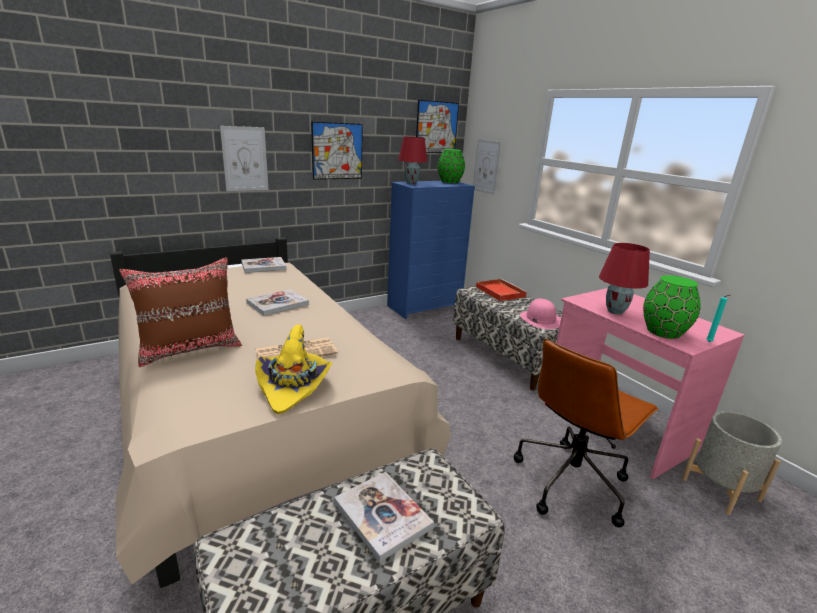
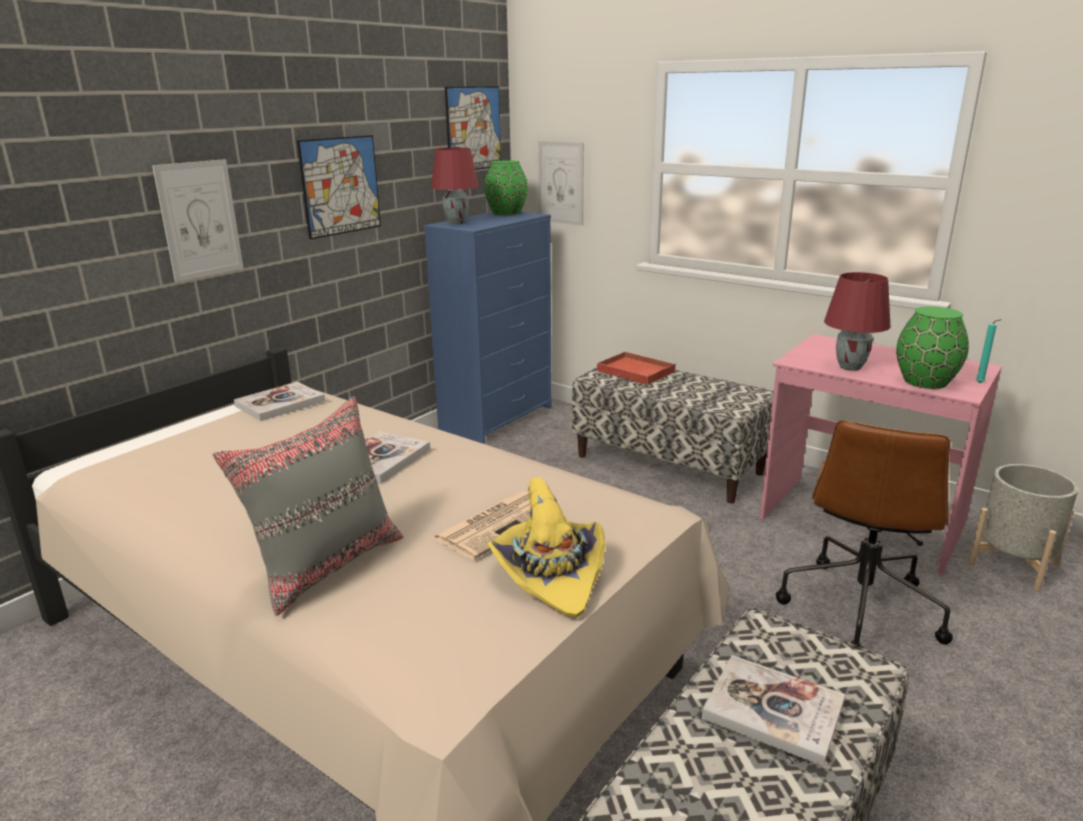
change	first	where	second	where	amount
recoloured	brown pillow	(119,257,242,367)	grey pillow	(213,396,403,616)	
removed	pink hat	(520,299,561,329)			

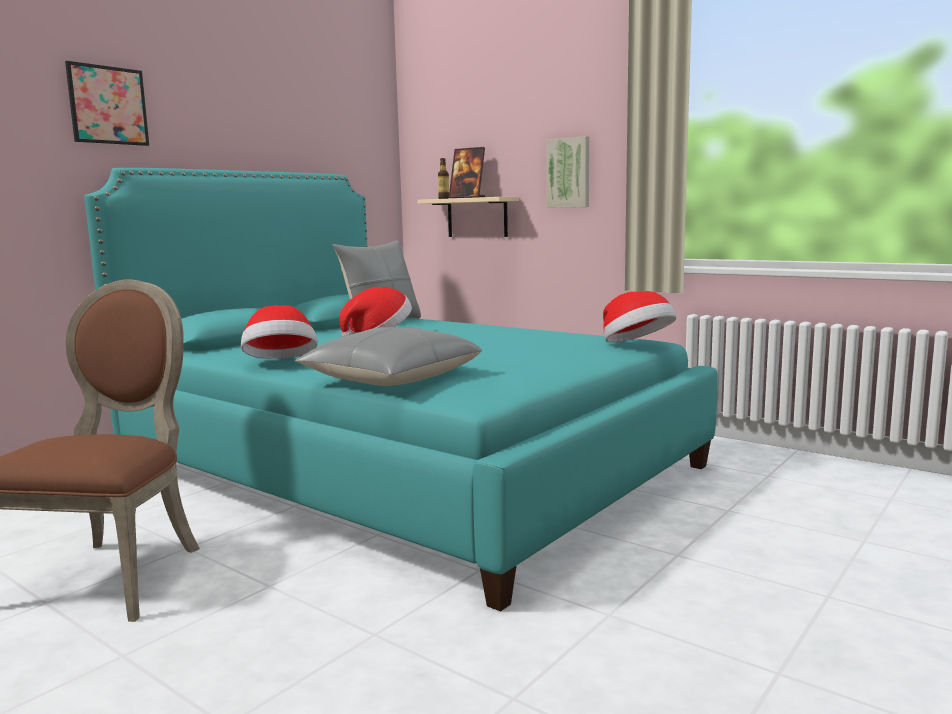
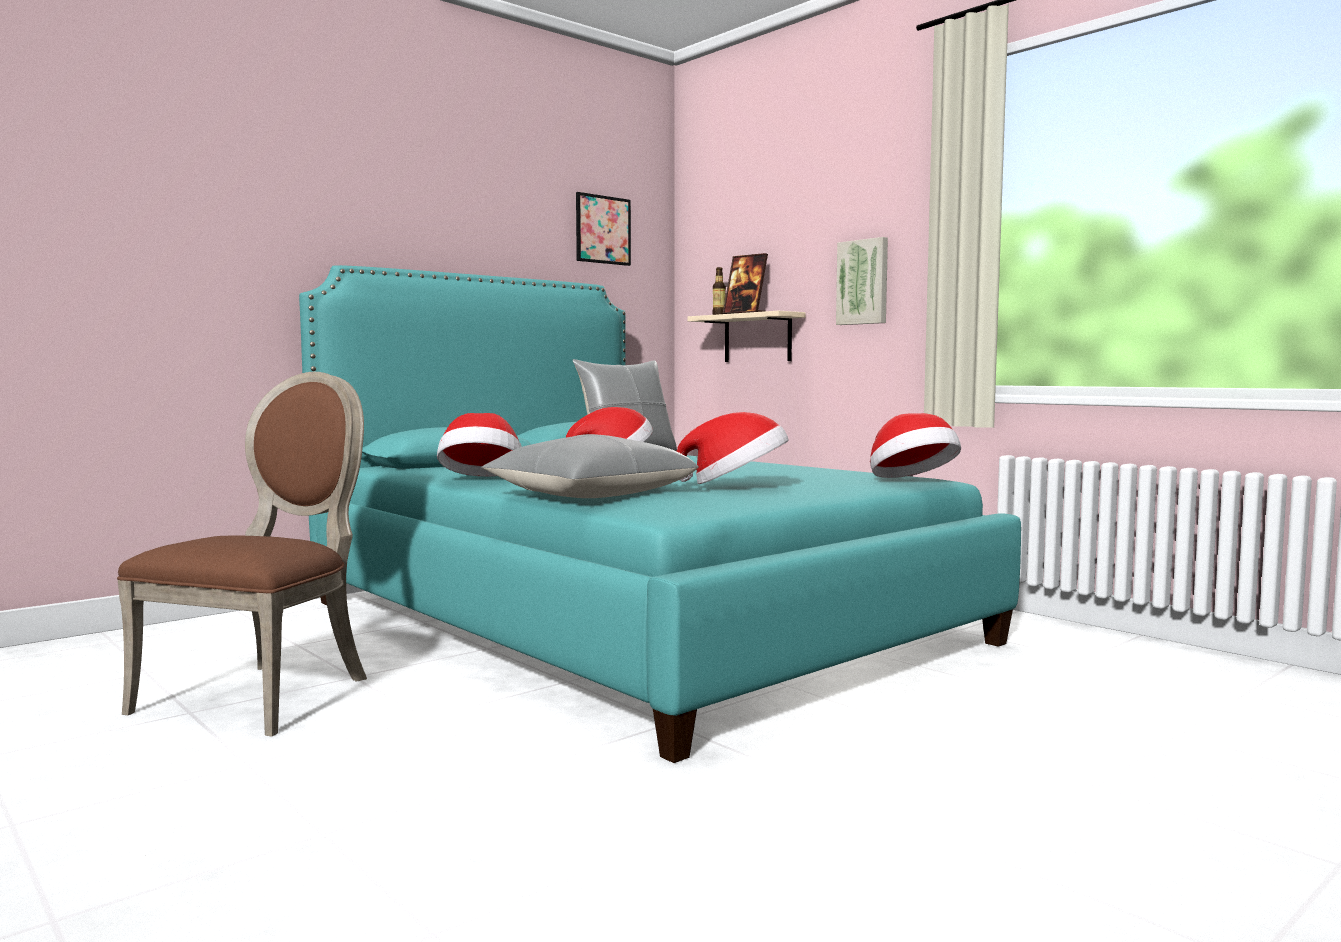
change	first	where	second	where	amount
moved	picture	(65,61,149,146)		(576,192,631,266)	
added			hat	(677,412,789,484)	

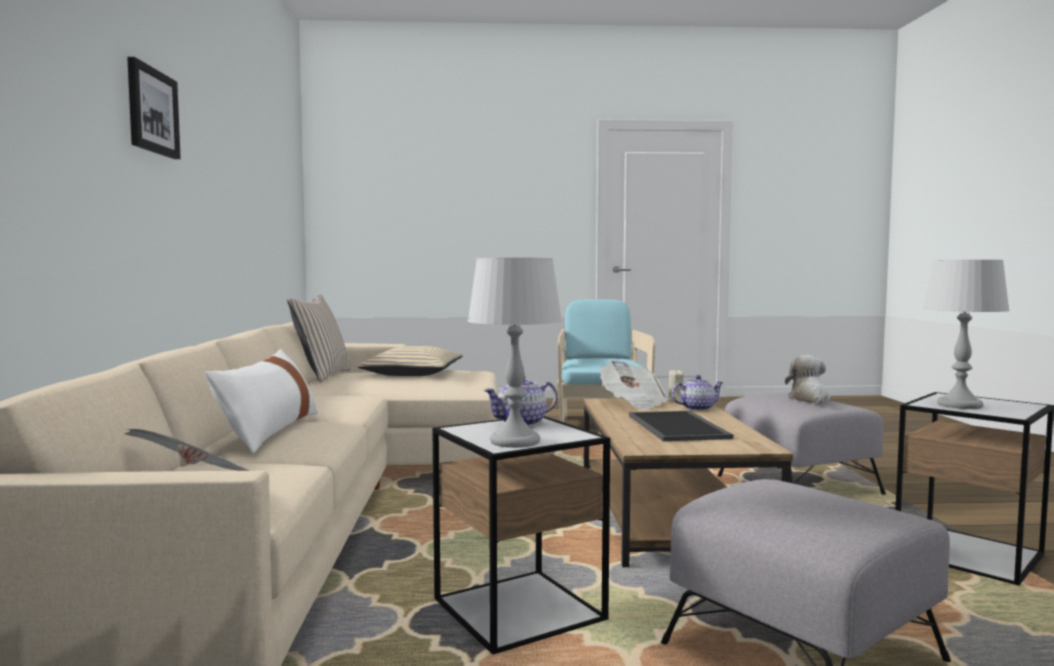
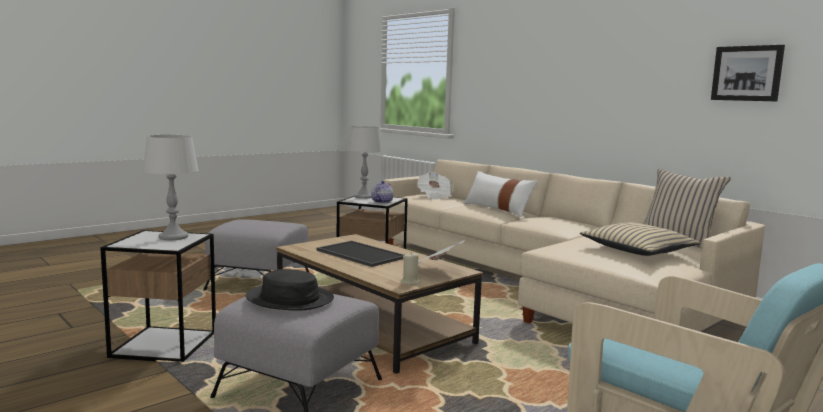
change	first	where	second	where	amount
moved	picture	(127,57,181,159)		(711,45,785,102)	
replaced	plush toy	(785,355,830,405)	black hat	(246,269,334,311)	
removed	teapot	(672,375,724,411)			

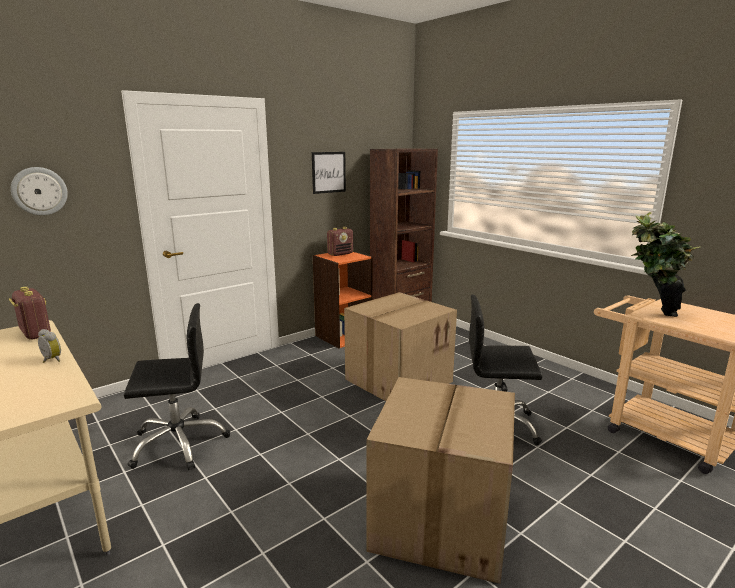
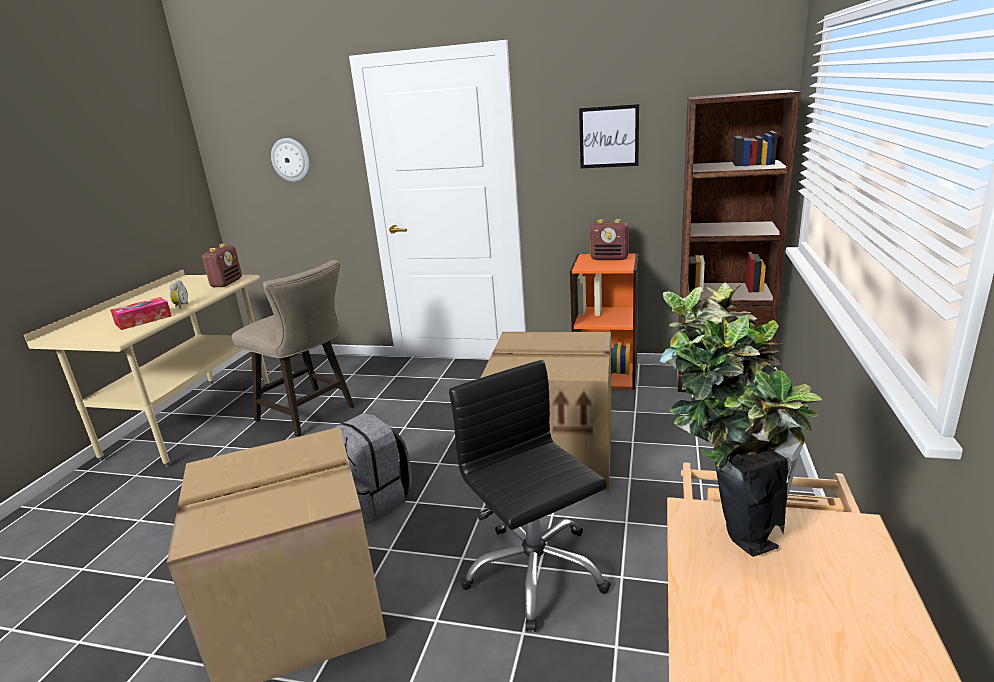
change	first	where	second	where	amount
replaced	black office chair	(124,303,230,470)	beige stool	(232,260,355,437)	
added			tissue box	(110,297,172,330)	
added			grey backpack	(332,413,412,522)	

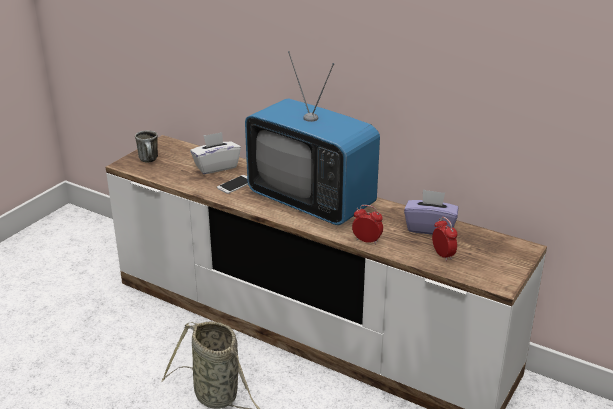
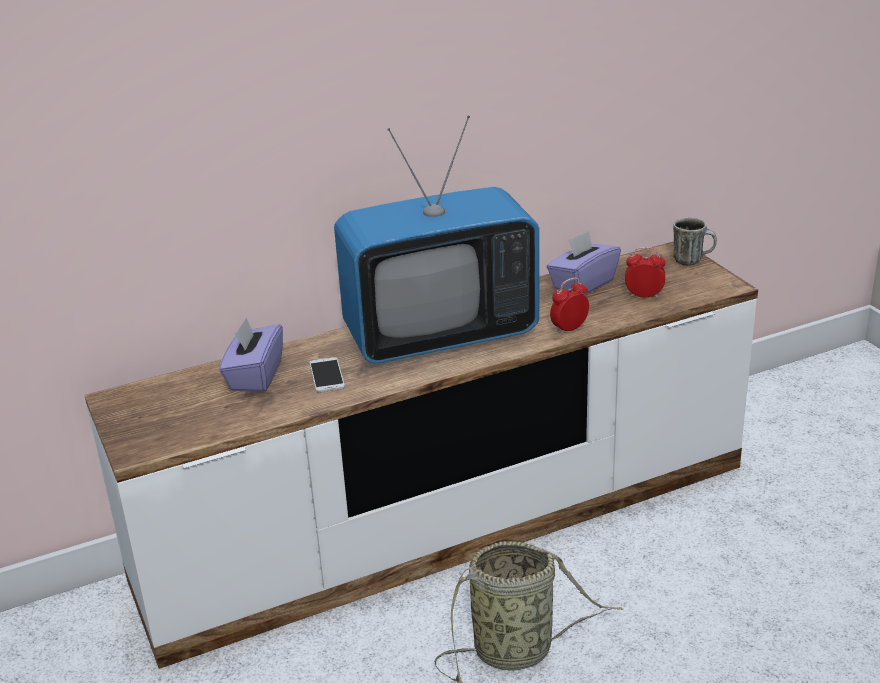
change	first	where	second	where	amount
moved	mug	(135,130,158,162)		(673,217,717,266)	
recoloured	white tissue box	(190,132,241,174)	purple tissue box	(219,318,283,392)	

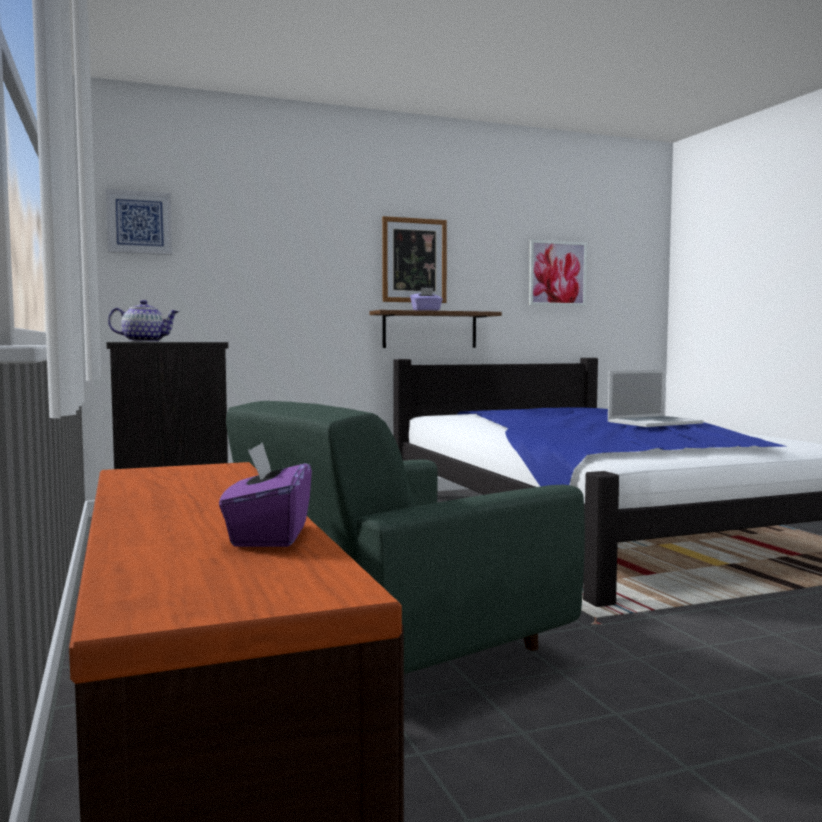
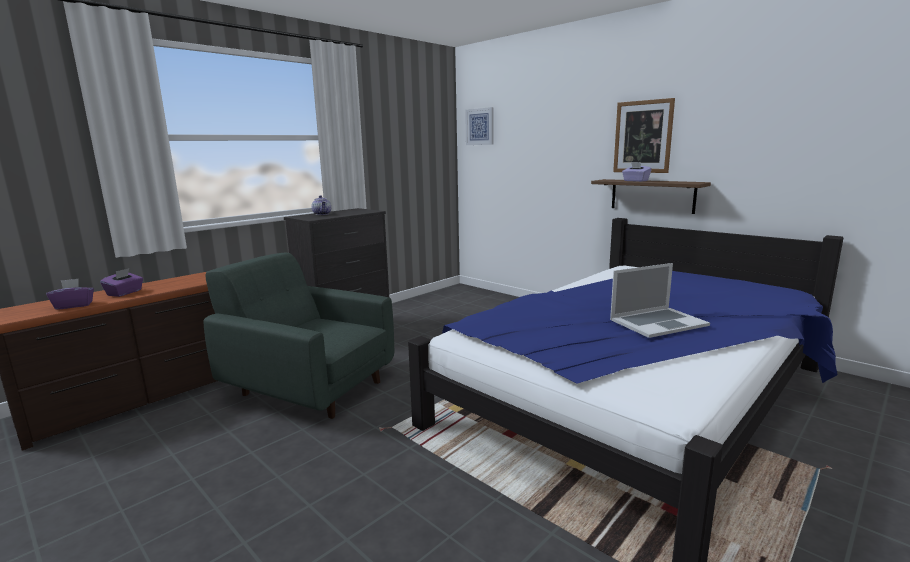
change	first	where	second	where	amount
removed	picture	(529,240,587,306)			
turned	laptop	(608,370,704,427)		(610,263,710,338)	60 degrees counterclockwise
added			purple tissue box	(100,268,143,297)	

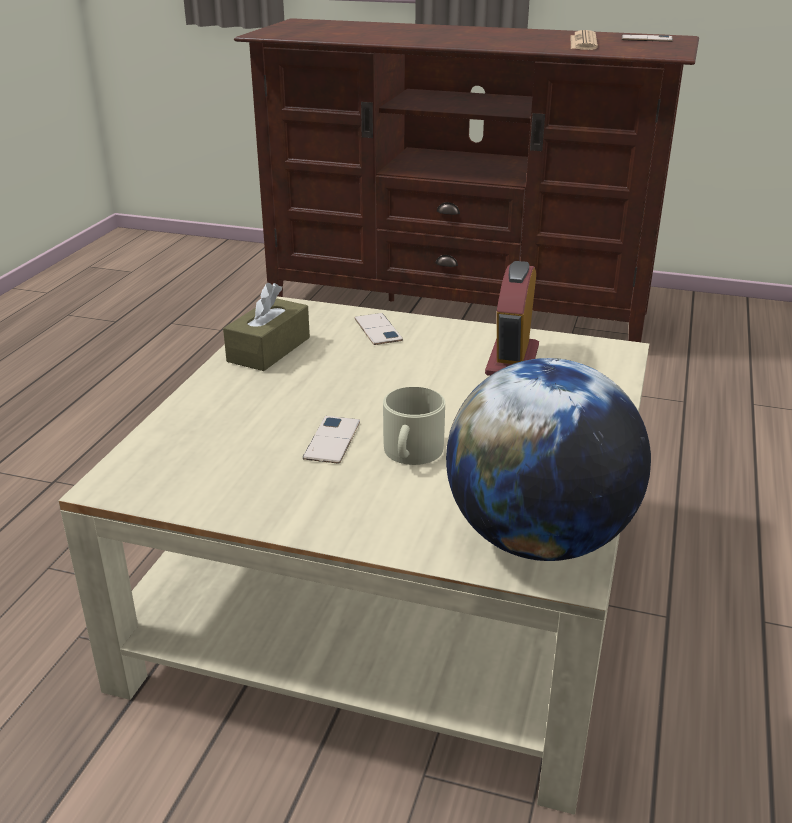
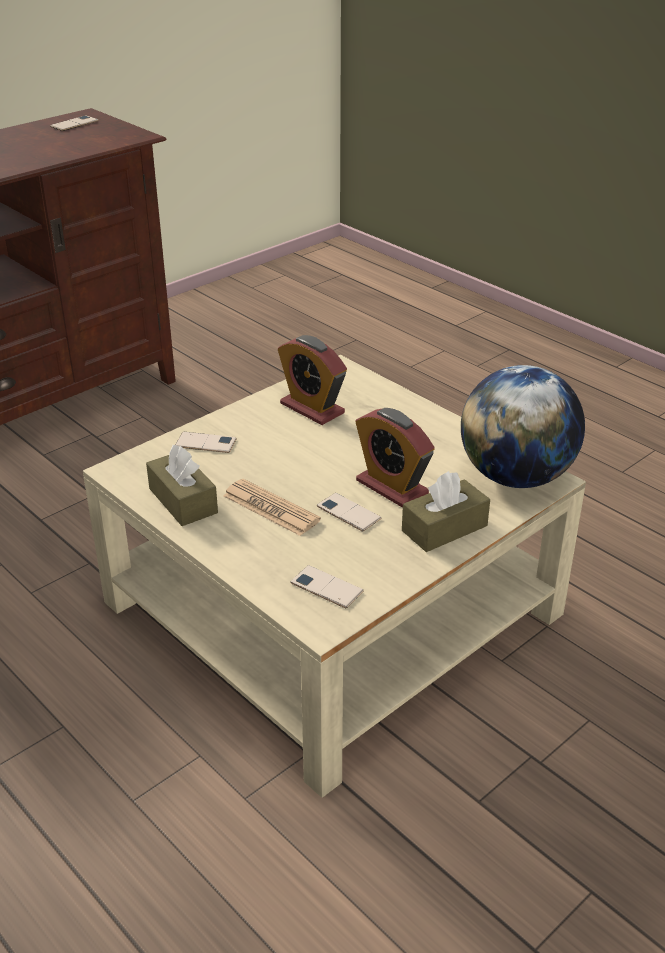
change	first	where	second	where	amount
moved	newspaper	(571,30,598,50)		(223,479,321,536)	
replaced	beige mug	(383,387,445,465)	alarm clock	(356,408,435,508)	
added			brown tissue box	(402,471,490,552)	
added			phone	(290,565,364,608)	

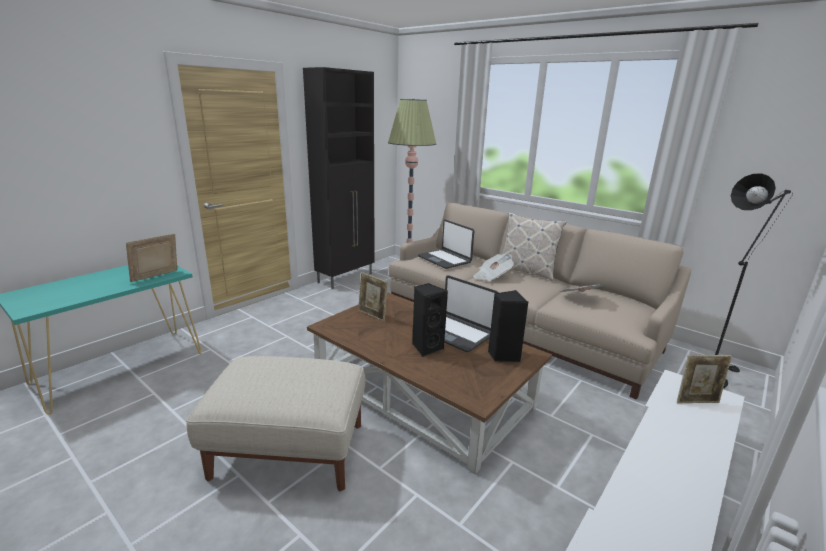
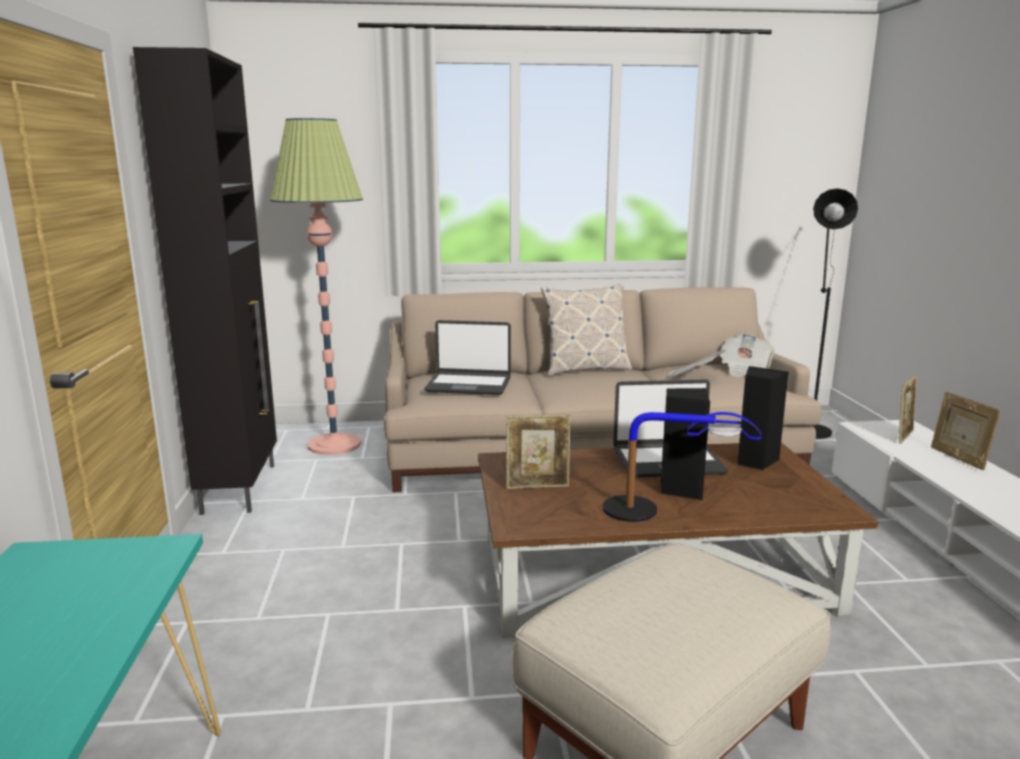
change	first	where	second	where	amount
moved	picture frame	(126,234,177,282)		(931,392,1001,470)	
moved	newspaper	(473,254,514,281)		(720,334,775,377)	
added			table lamp	(603,412,762,522)	

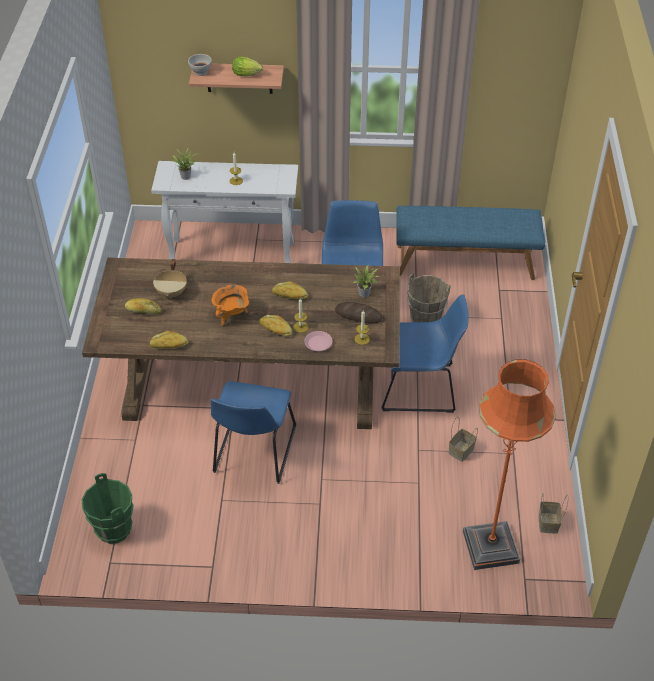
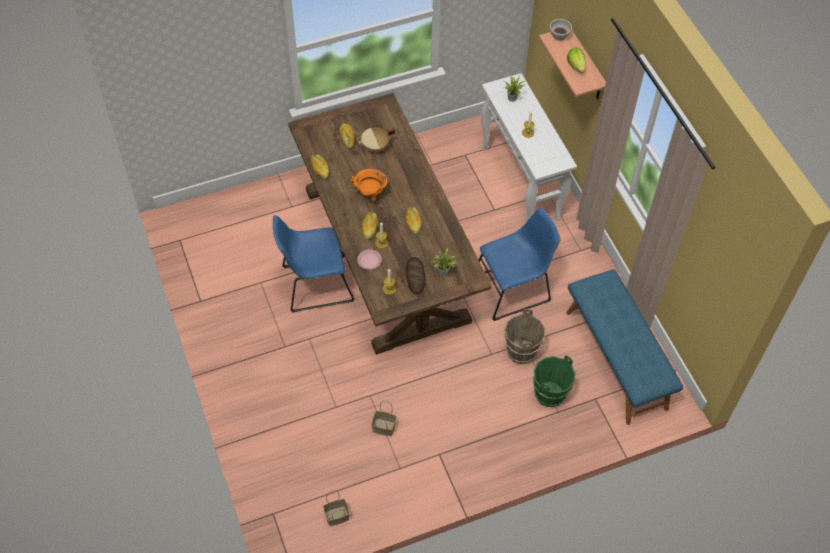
change	first	where	second	where	amount
removed	blue chair	(381,294,469,413)			
removed	orange floor lamp	(463,359,556,570)			
moved	green bucket	(82,473,134,544)		(533,355,576,407)	

